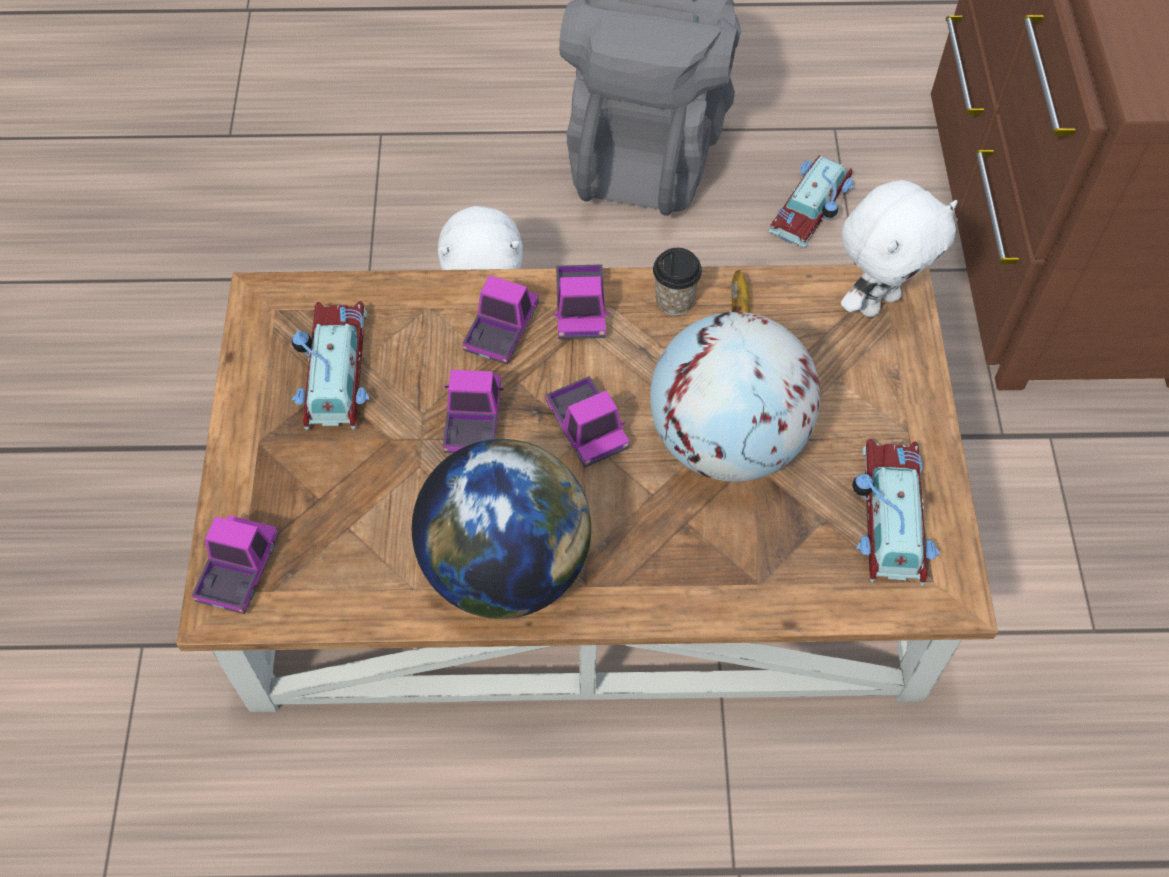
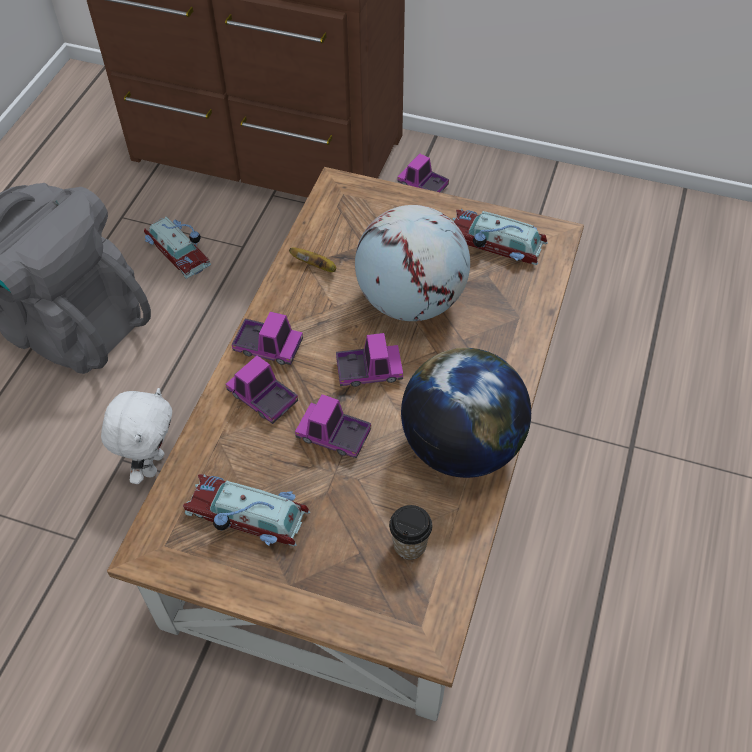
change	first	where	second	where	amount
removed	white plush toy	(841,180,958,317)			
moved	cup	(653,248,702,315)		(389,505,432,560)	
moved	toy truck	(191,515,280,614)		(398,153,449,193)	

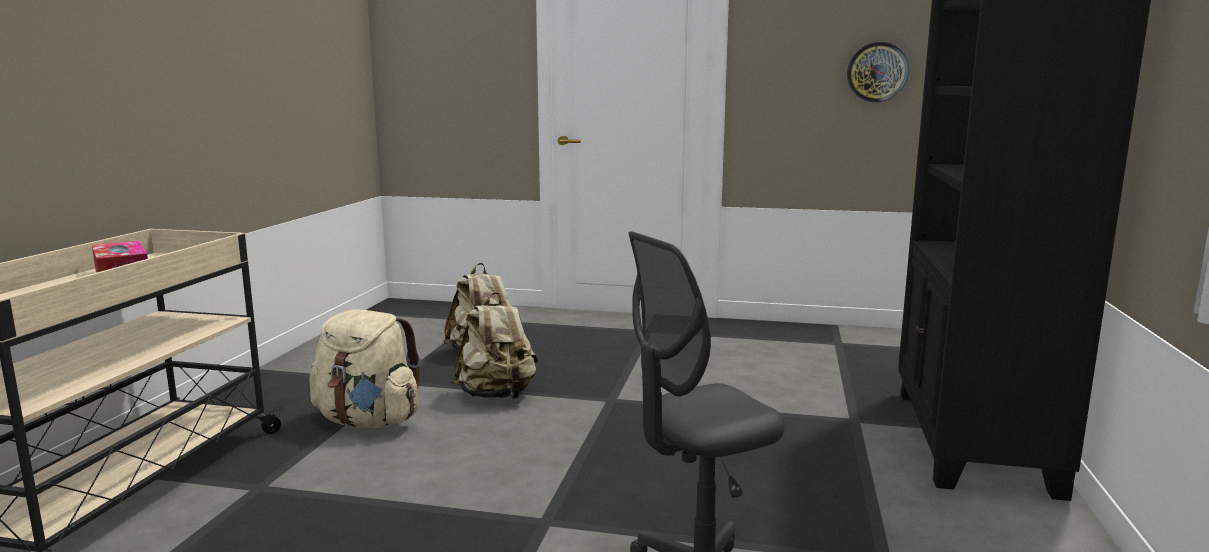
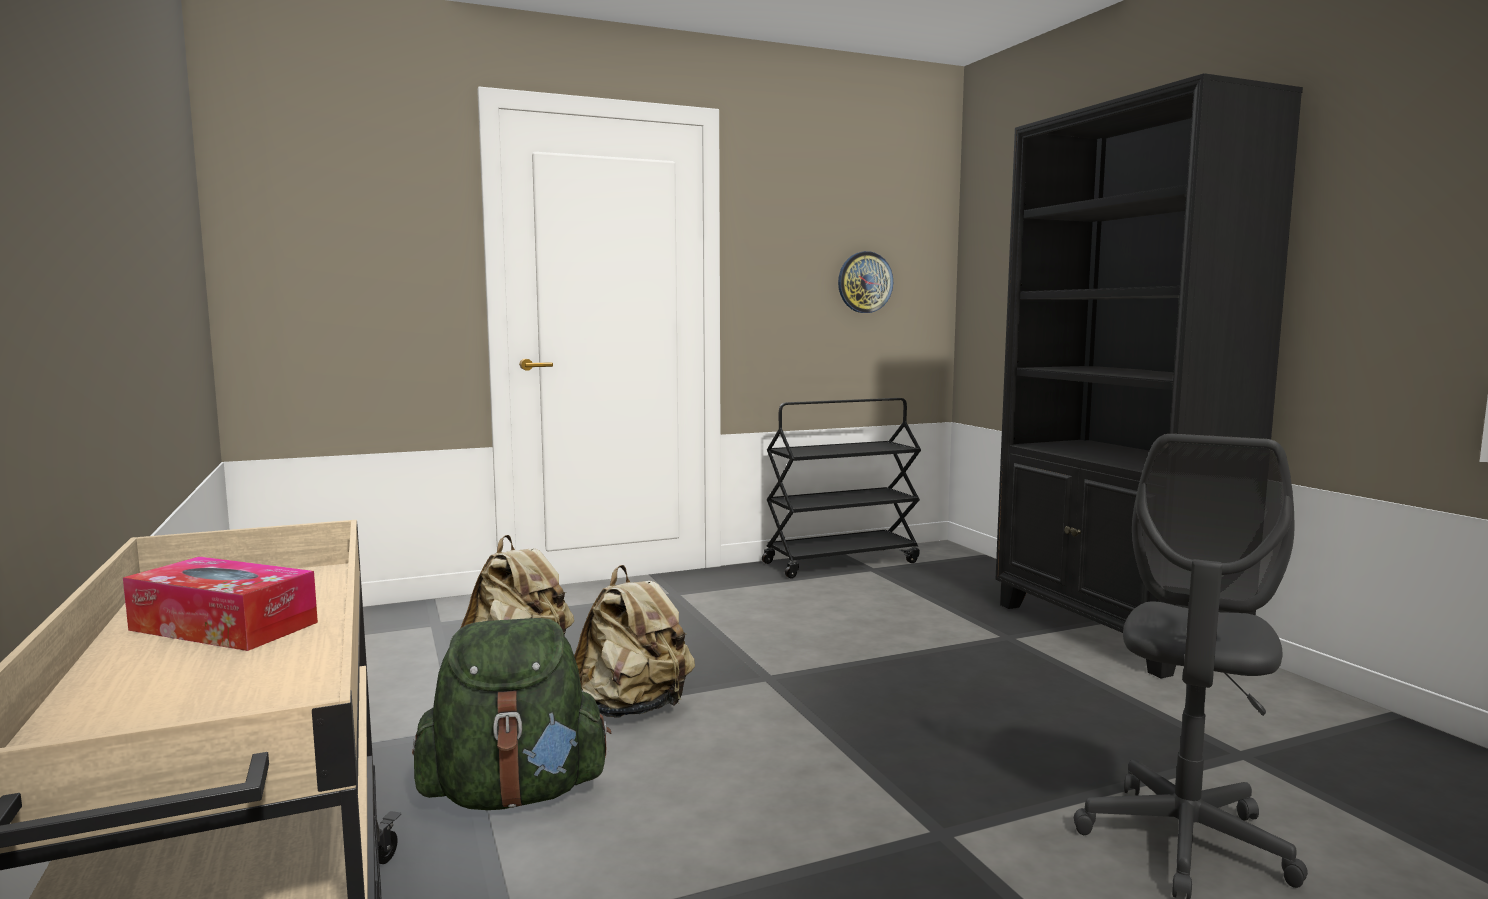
change	first	where	second	where	amount
recoloured	beige backpack	(310,310,421,428)	green backpack	(412,618,612,810)	
added			black cart	(762,398,921,578)	

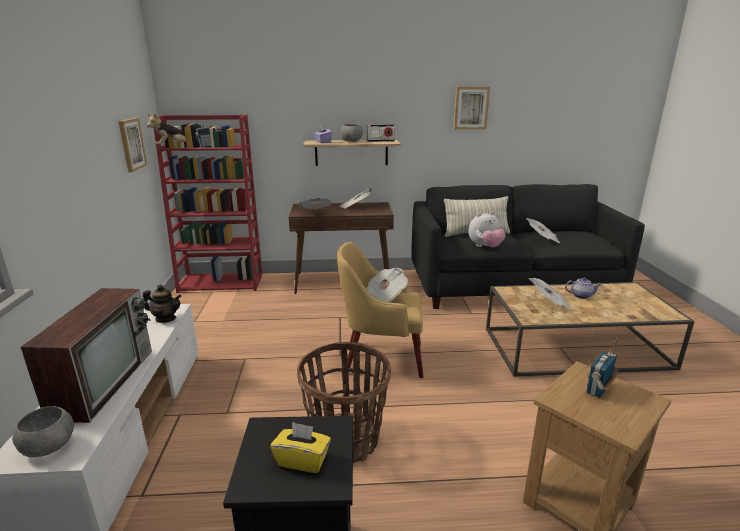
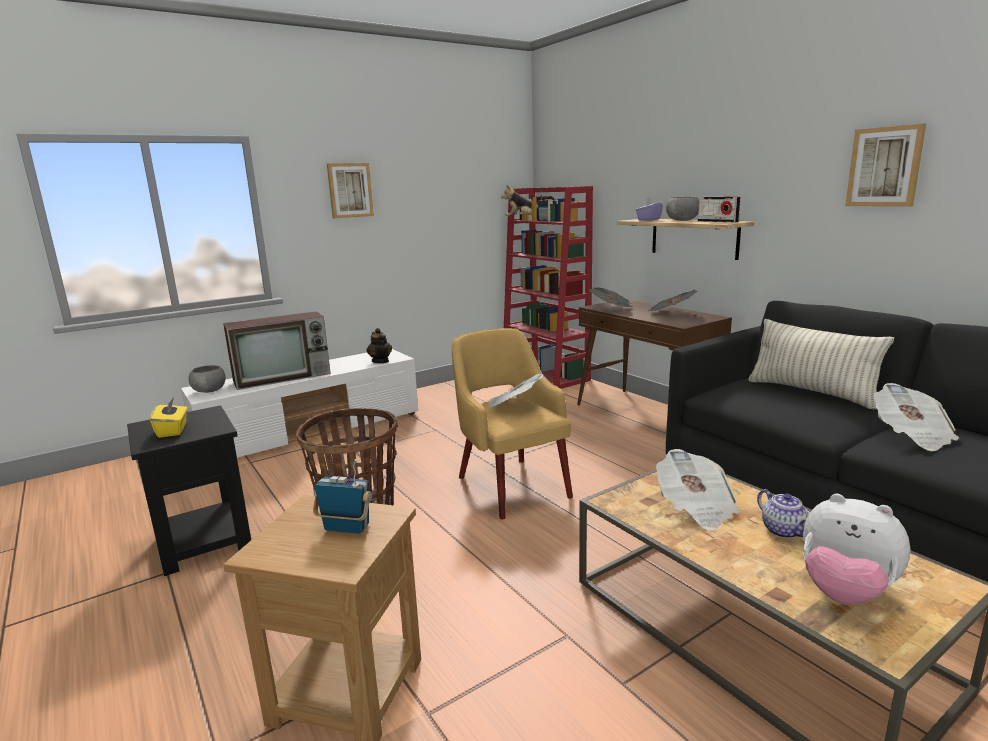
change	first	where	second	where	amount
moved	picture	(118,118,147,172)		(327,163,374,218)	
moved	plush toy	(468,212,505,247)		(803,494,910,605)	

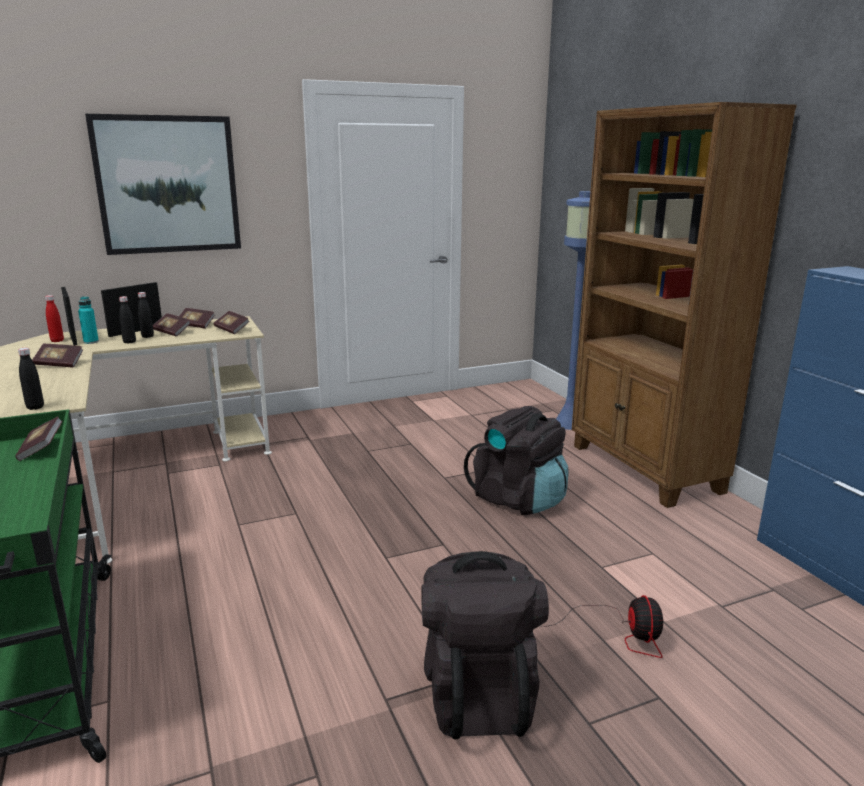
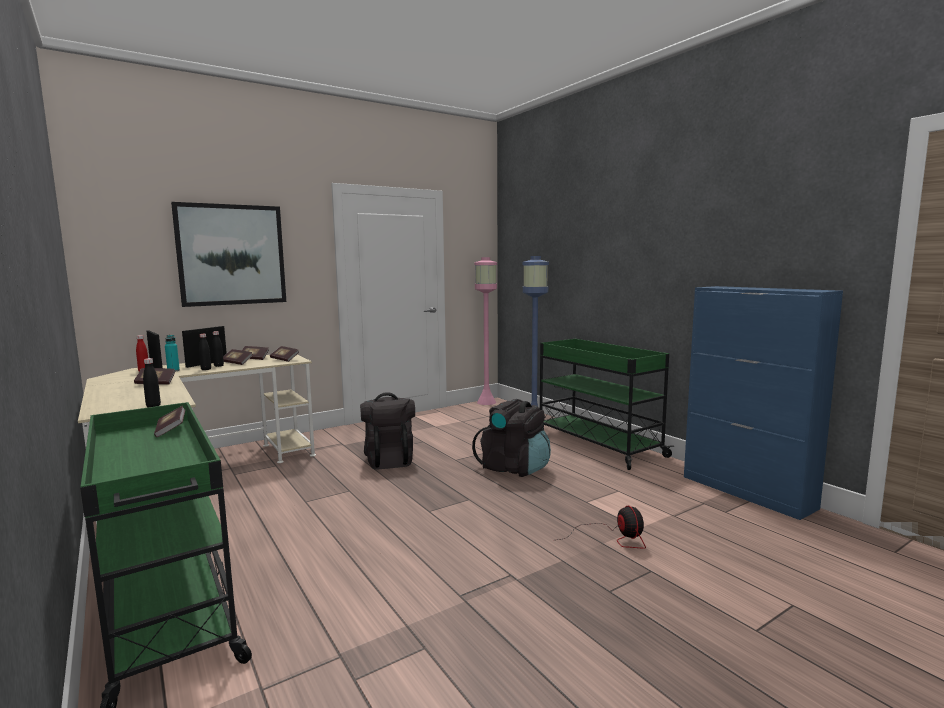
change	first	where	second	where	amount
replaced	brown bookcase	(572,102,797,508)	green cart	(540,339,674,470)	
moved	black backpack	(421,551,549,740)		(360,392,415,470)	
added			pink floor lamp	(474,257,497,405)	

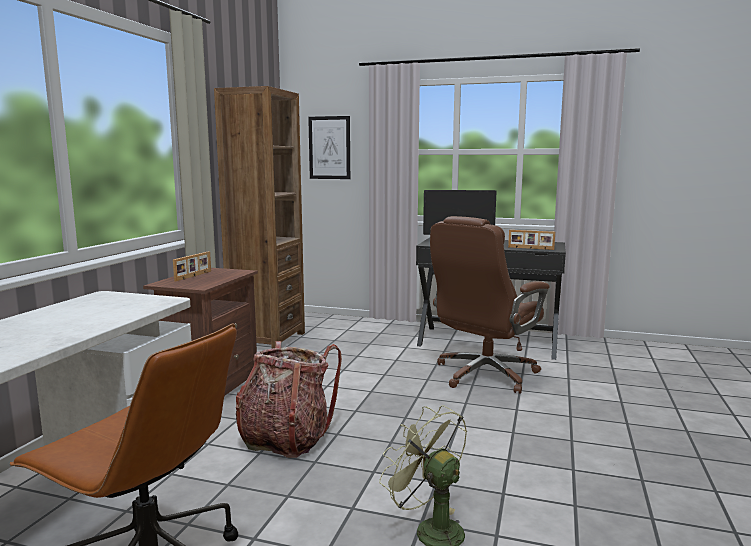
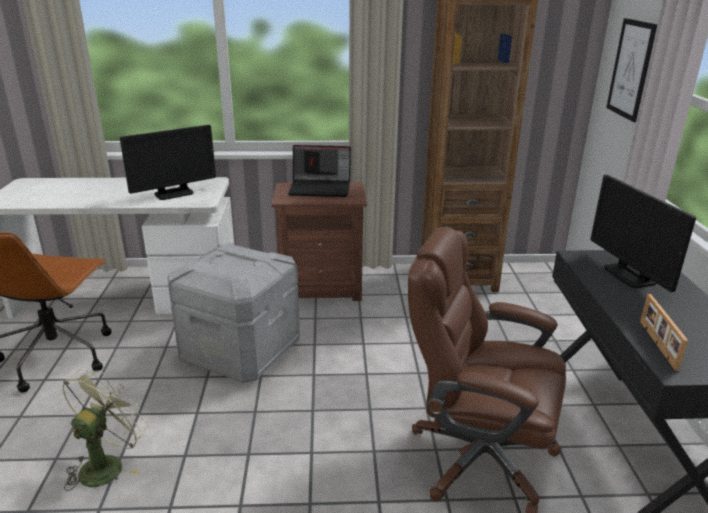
change	first	where	second	where	amount
replaced	picture frame	(173,251,211,281)	laptop	(288,145,351,197)	
replaced	backpack	(236,341,342,458)	grey storage box	(167,243,300,383)	
added			monitor	(120,125,216,200)	

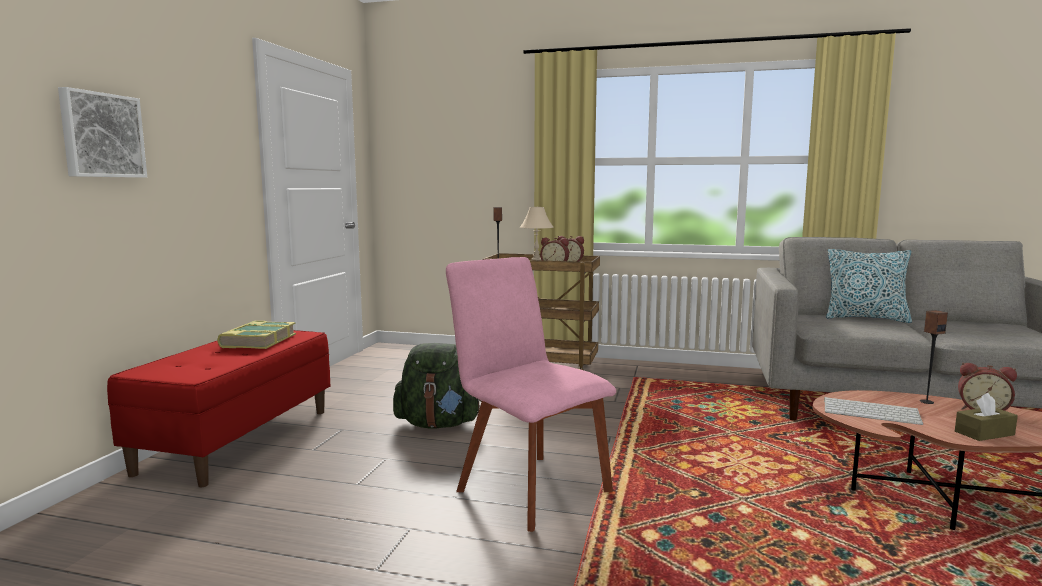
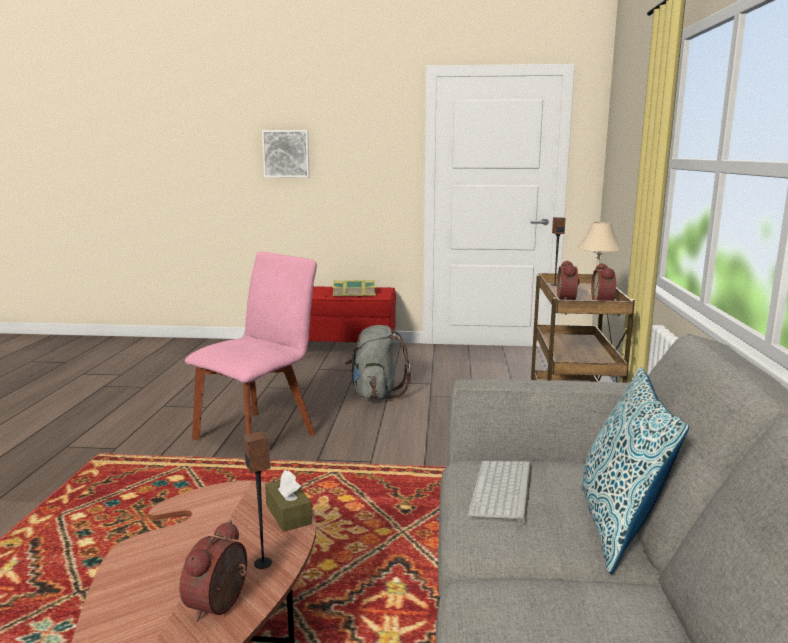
change	first	where	second	where	amount
recoloured	green backpack	(393,343,482,429)	grey backpack	(345,325,411,399)	
moved	brown tissue box	(955,393,1018,441)		(265,470,312,532)	
moved	keyboard	(824,397,924,425)		(467,461,532,524)	

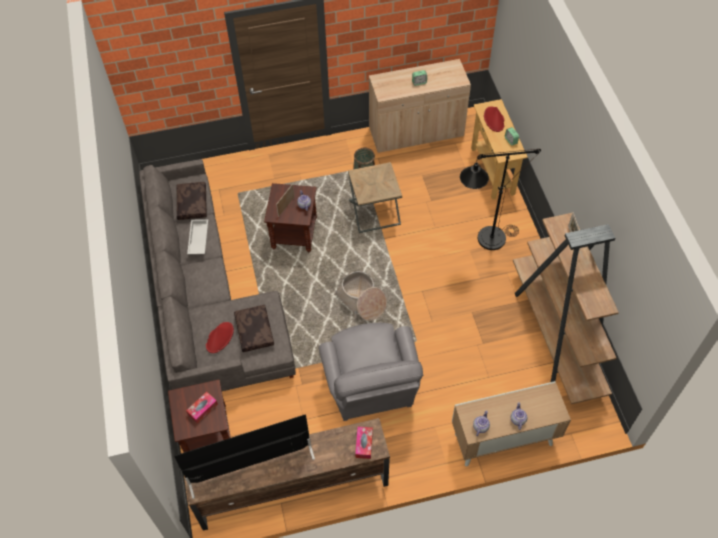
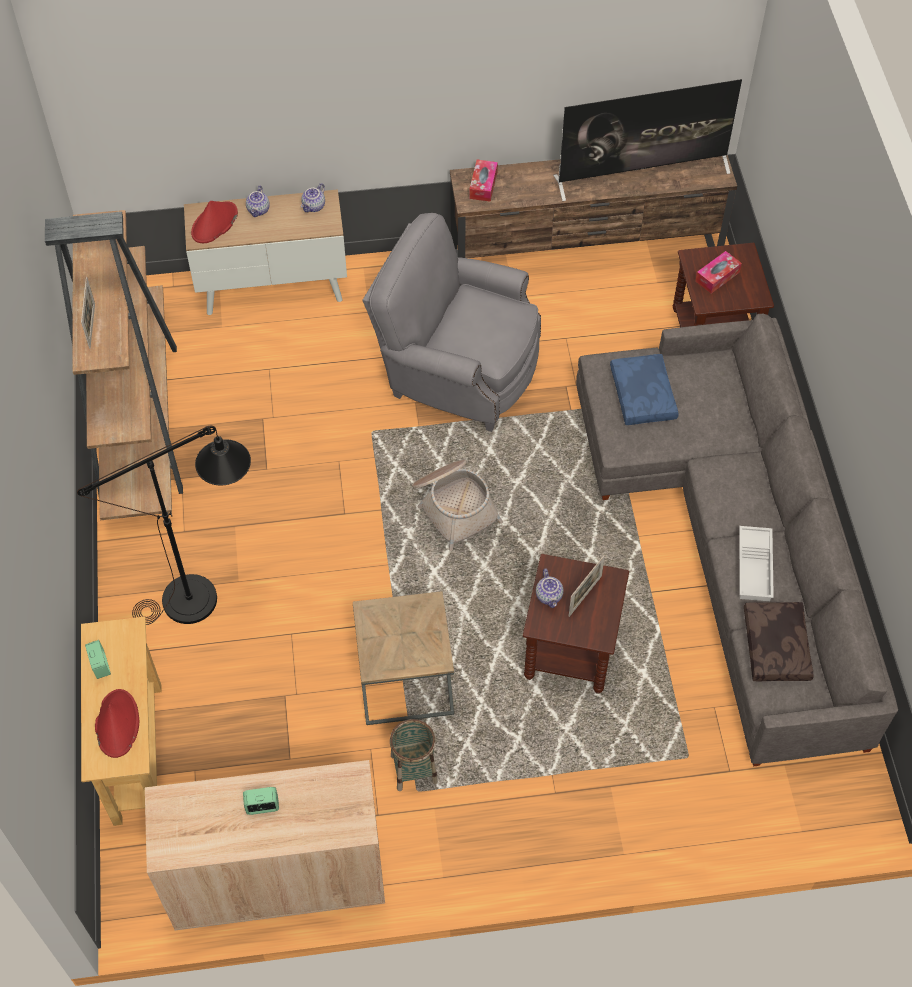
change	first	where	second	where	amount
recoloured	brown pillow	(234,305,274,352)	blue pillow	(610,354,679,425)	
moved	red hat	(206,322,234,353)		(191,201,238,243)	
turned	grey armchair	(319,323,423,421)		(362,213,541,432)	60 degrees counterclockwise

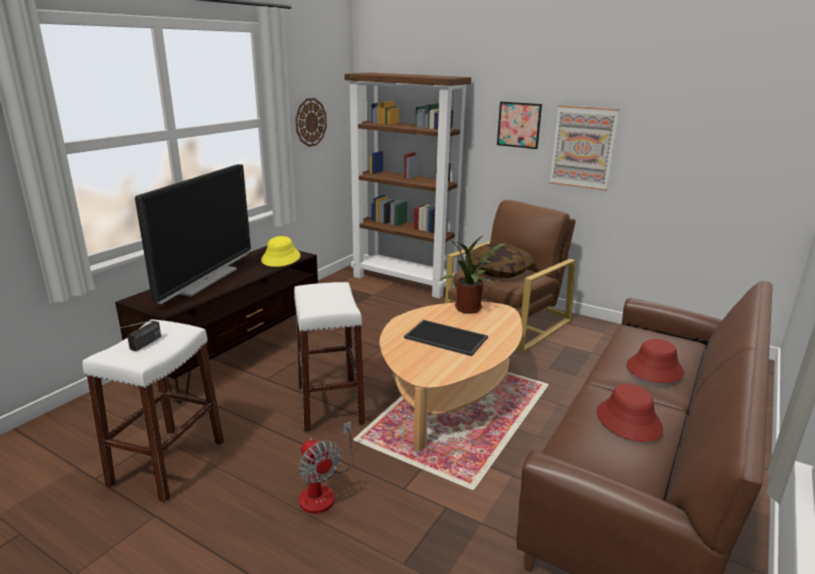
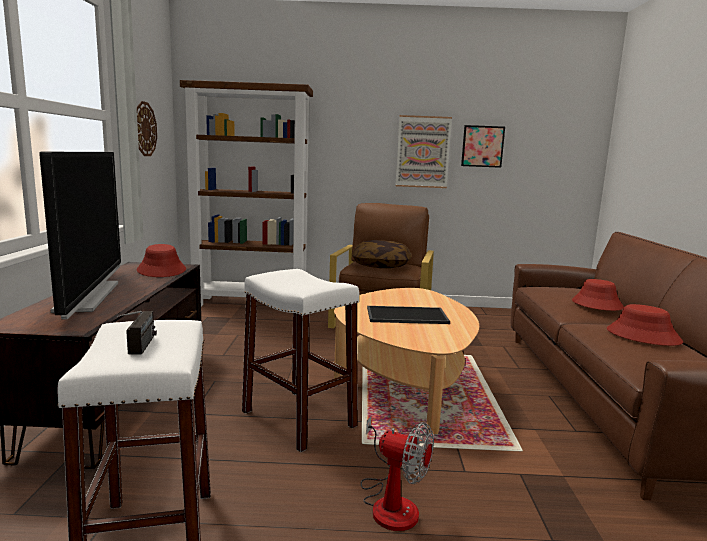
change	first	where	second	where	amount
moved	picture	(497,102,542,149)		(461,125,505,168)	
removed	potted plant	(438,235,506,314)			
recoloured	yellow hat	(261,236,301,267)	red hat	(137,244,186,277)	

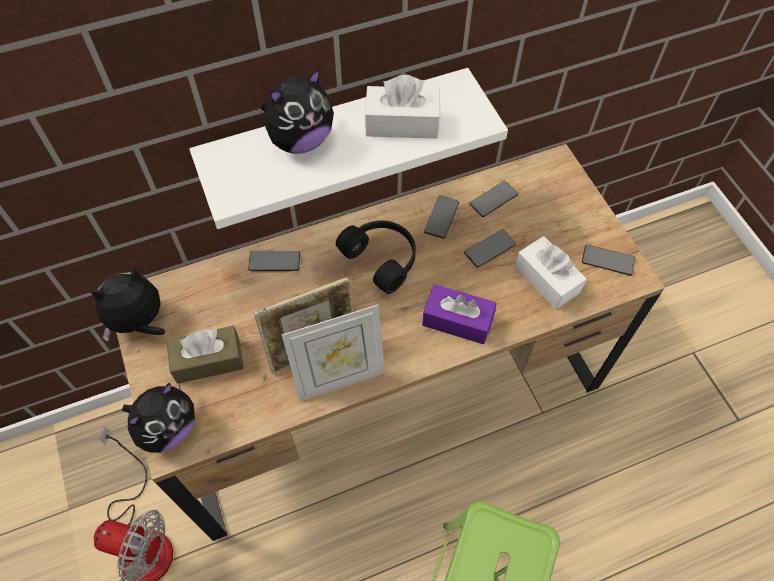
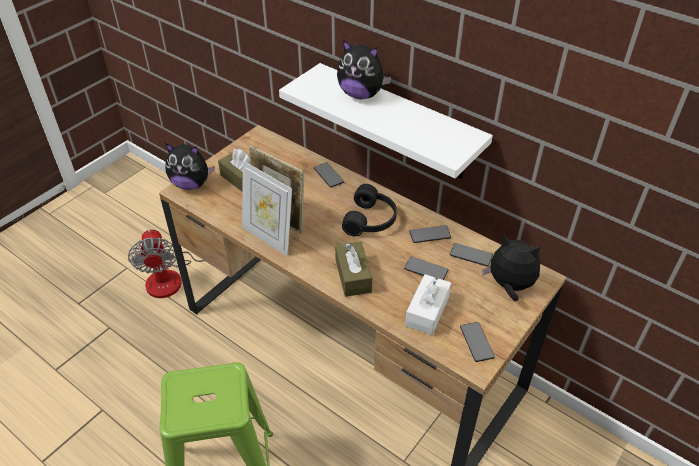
change	first	where	second	where	amount
removed	white tissue box	(365,75,440,139)			
moved	plush toy	(89,267,165,342)		(483,235,541,301)	
recoloured	purple tissue box	(422,284,497,344)	brown tissue box	(335,242,372,297)	

